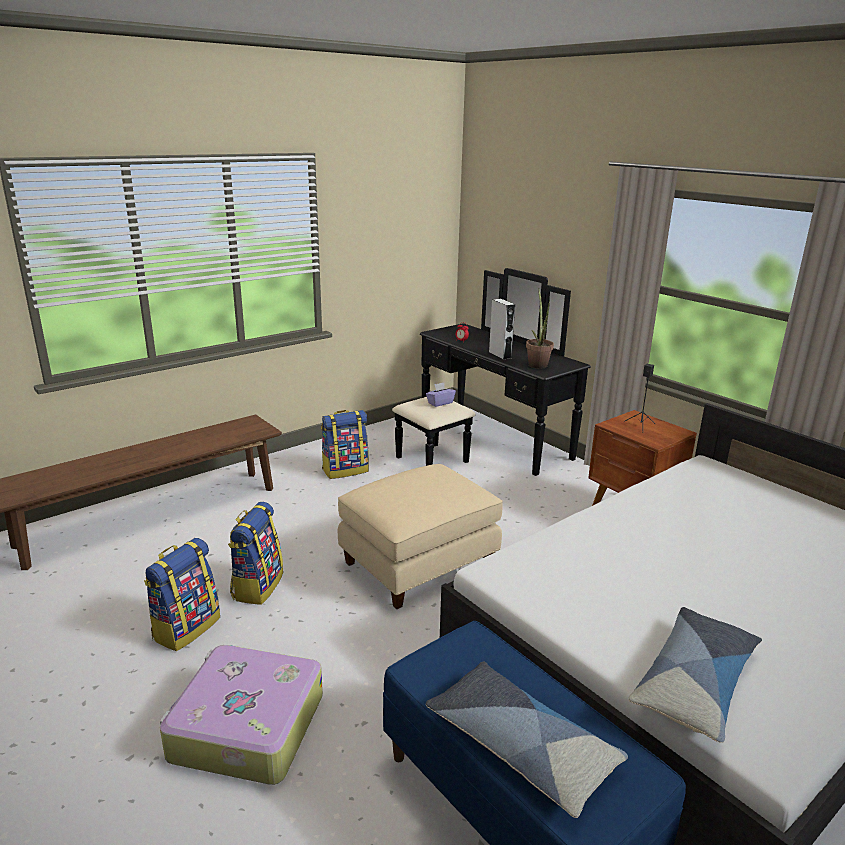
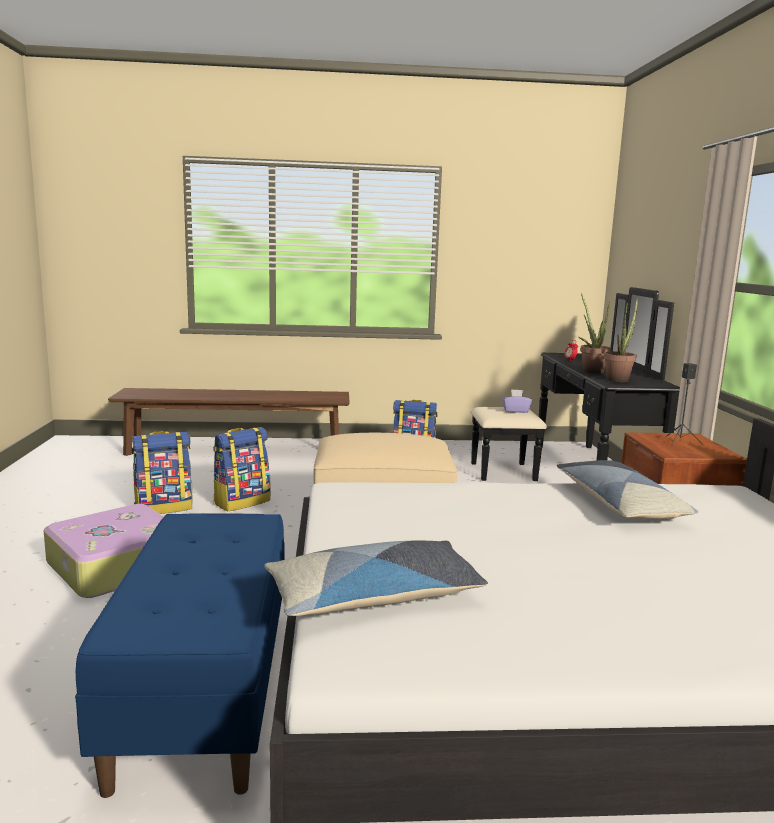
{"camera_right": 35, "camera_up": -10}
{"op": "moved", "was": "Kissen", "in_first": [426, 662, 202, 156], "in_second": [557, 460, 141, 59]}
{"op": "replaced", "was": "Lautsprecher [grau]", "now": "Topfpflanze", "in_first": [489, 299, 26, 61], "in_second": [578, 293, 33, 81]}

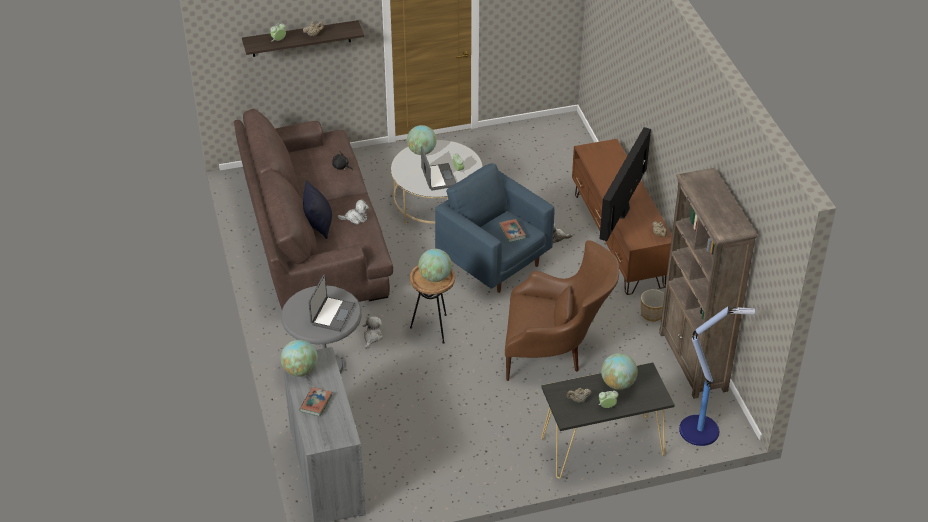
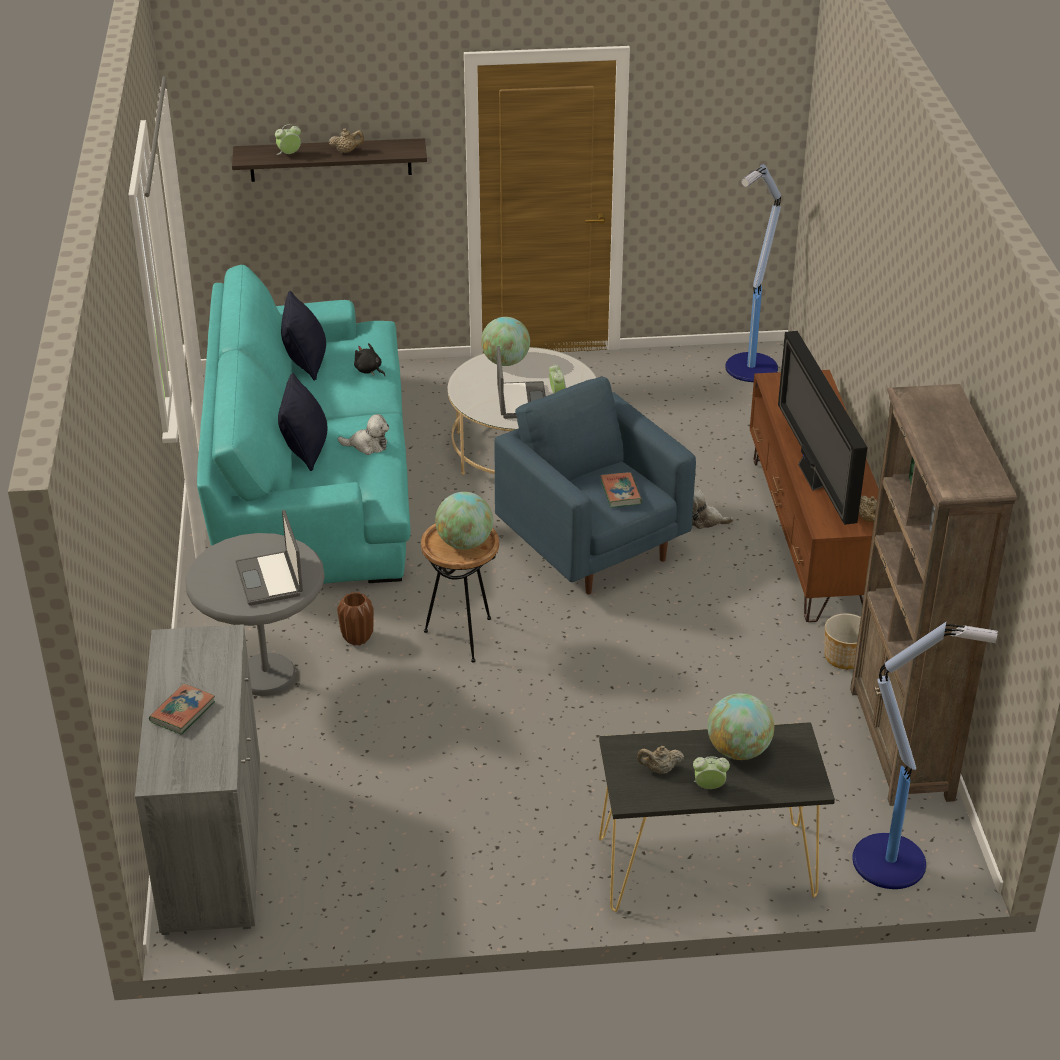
{"camera_right": 10, "camera_up": -5}
{"op": "removed", "was": "Globus", "in_first": [281, 340, 37, 37]}
{"op": "removed", "was": "Sessel [braun]", "in_first": [505, 240, 114, 141]}
{"op": "added", "now": "Kissen [schwarz]", "in_second": [281, 291, 45, 90]}
{"op": "added", "now": "Stehlampe", "in_second": [725, 164, 56, 218]}
{"op": "replaced", "was": "Plüschtier", "now": "Vase [braun]", "in_first": [363, 316, 20, 33], "in_second": [337, 592, 37, 54]}
{"op": "recoloured", "was": "Sofa [braun]", "now": "Sofa [türkis]", "in_first": [234, 108, 159, 201], "in_second": [197, 265, 214, 319]}
{"op": "turned", "was": "Laptop", "in_first": [308, 275, 47, 57], "in_second": [235, 510, 68, 96], "clockwise": 135}
{"op": "turned", "was": "Fernseher", "in_first": [600, 127, 51, 114], "in_second": [778, 331, 89, 194], "clockwise": -45}

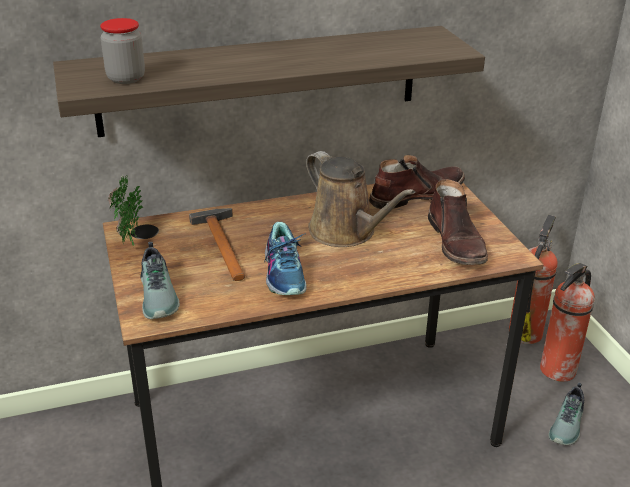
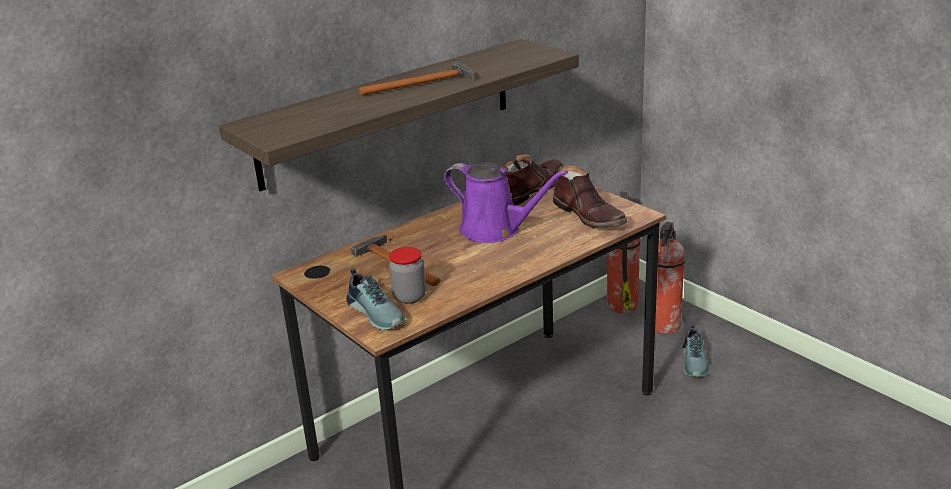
{"camera_right": -20, "camera_up": -5}
{"op": "removed", "was": "Topfpflanze", "in_first": [108, 176, 35, 69]}
{"op": "removed", "was": "Schuh", "in_first": [264, 222, 43, 73]}
{"op": "added", "now": "Hammer", "in_second": [358, 62, 116, 34]}
{"op": "moved", "was": "Vorratsglas", "in_first": [100, 18, 45, 66], "in_second": [389, 247, 37, 57]}
{"op": "recoloured", "was": "Gießkanne [braun]", "now": "Gießkanne [lila]", "in_first": [306, 151, 109, 96], "in_second": [444, 162, 124, 81]}

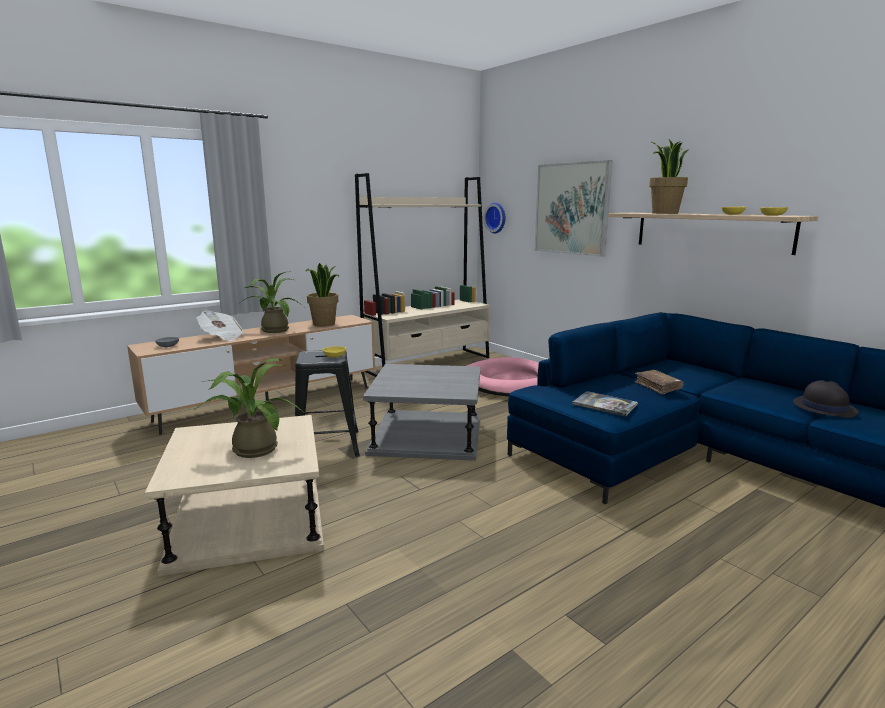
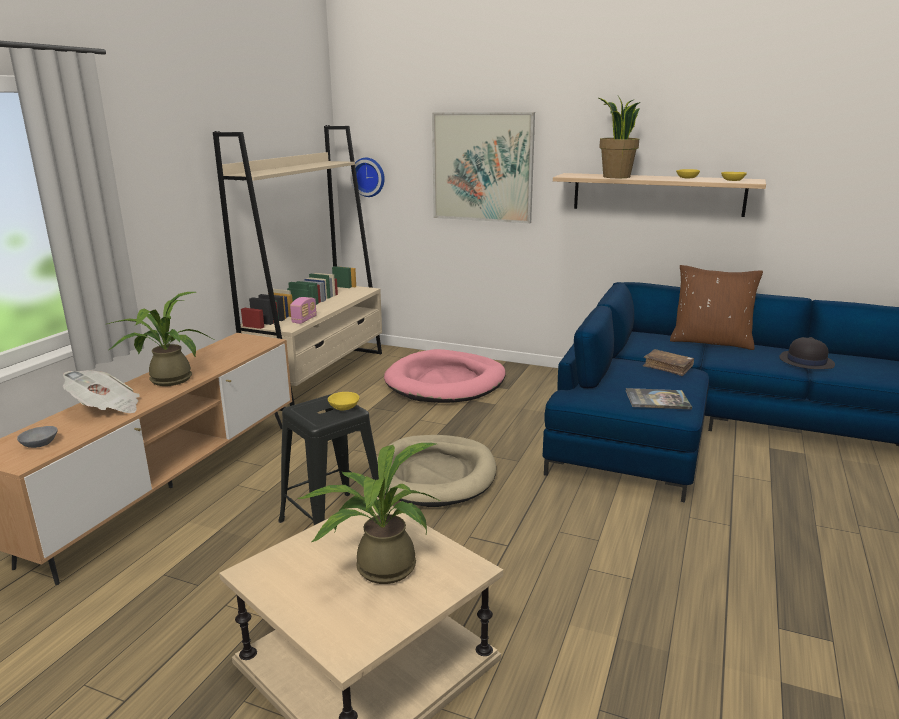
{"camera_right": -30, "camera_up": 5}
{"op": "removed", "was": "Topfpflanze", "in_first": [305, 263, 35, 64]}
{"op": "added", "now": "Radio", "in_second": [290, 297, 27, 27]}
{"op": "added", "now": "Kissen [braun]", "in_second": [670, 265, 93, 85]}
{"op": "replaced", "was": "Beistelltisch [grau]", "now": "Hundebett [beige]", "in_first": [363, 364, 118, 97], "in_second": [371, 435, 125, 72]}

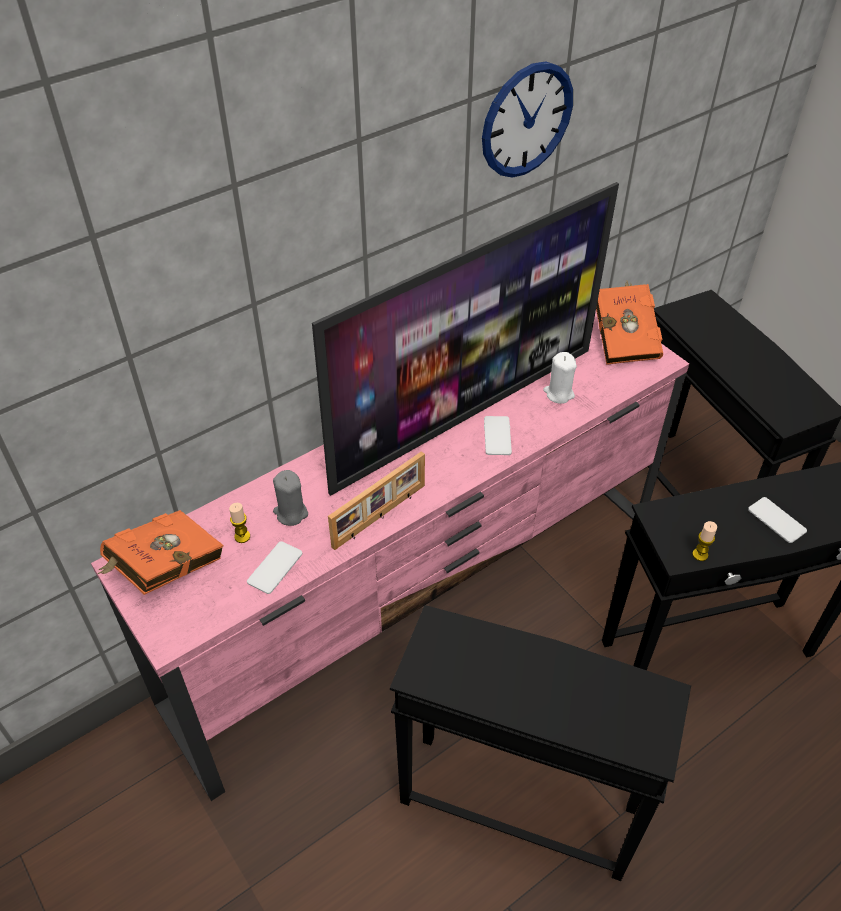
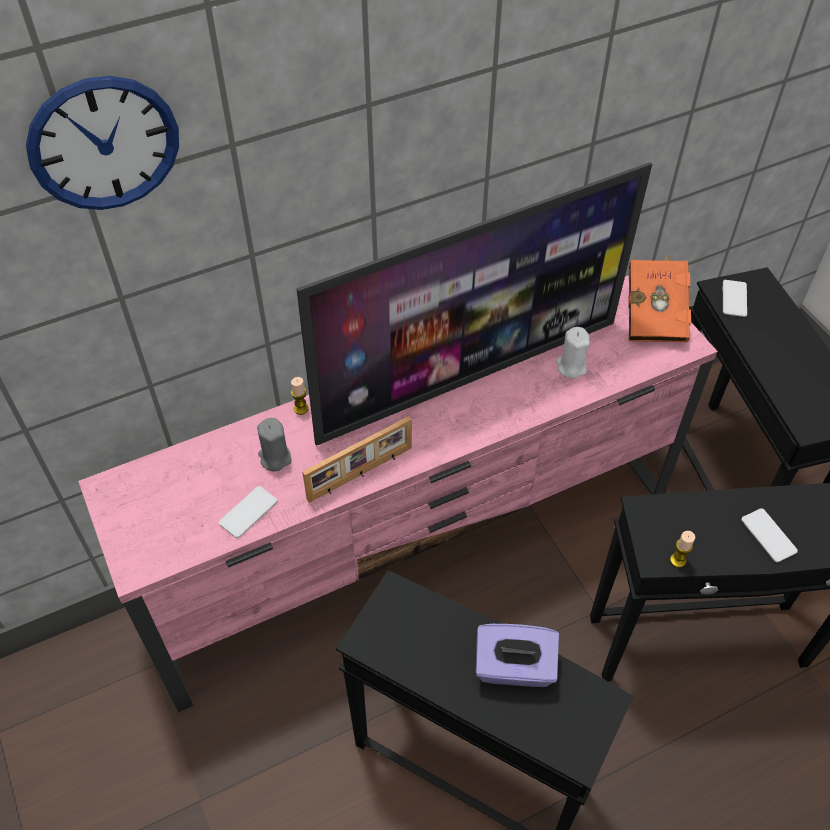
{"camera_right": 10, "camera_up": 5}
{"op": "removed", "was": "Buch [orange]", "in_first": [98, 510, 126, 85]}
{"op": "added", "now": "Taschentuchbox [lila]", "in_second": [476, 624, 83, 63]}
{"op": "moved", "was": "Kerze", "in_first": [229, 503, 21, 40], "in_second": [291, 377, 18, 38]}
{"op": "moved", "was": "Wanduhr", "in_first": [482, 61, 91, 117], "in_second": [26, 76, 153, 134]}
{"op": "moved", "was": "Handy", "in_first": [484, 416, 28, 39], "in_second": [723, 280, 24, 37]}

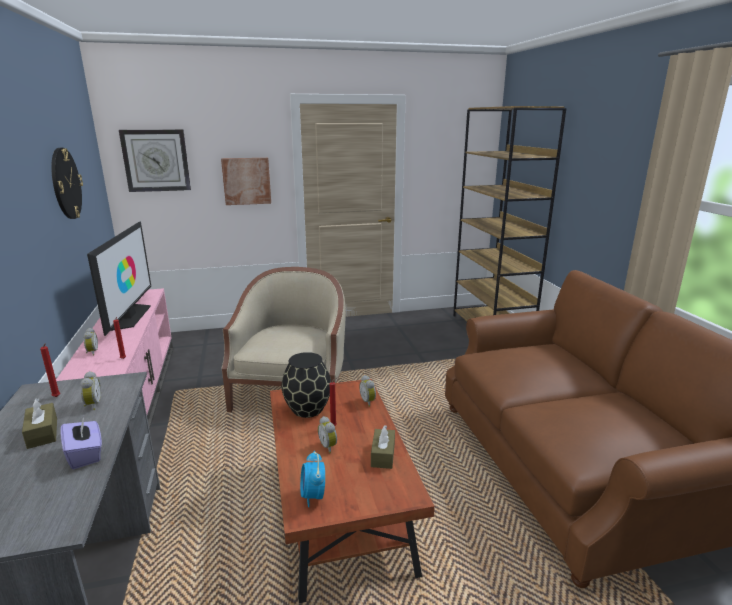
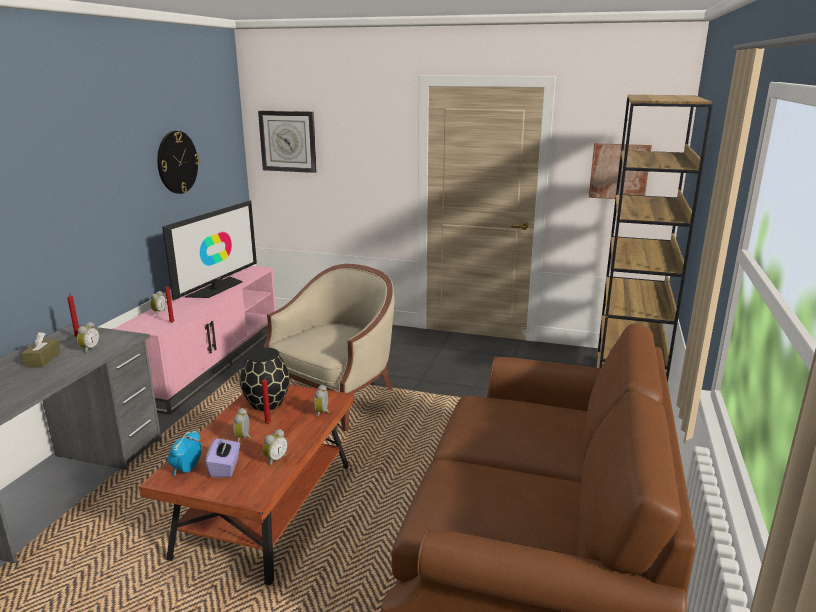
{"camera_right": 30, "camera_up": 0}
{"op": "moved", "was": "Taschentuchbox [lila]", "in_first": [61, 416, 41, 53], "in_second": [205, 437, 35, 41]}
{"op": "moved", "was": "Bild", "in_first": [221, 158, 50, 47], "in_second": [589, 143, 63, 56]}
{"op": "replaced", "was": "Taschentuchbox [braun]", "now": "Wecker", "in_first": [371, 425, 24, 44], "in_second": [263, 429, 25, 37]}

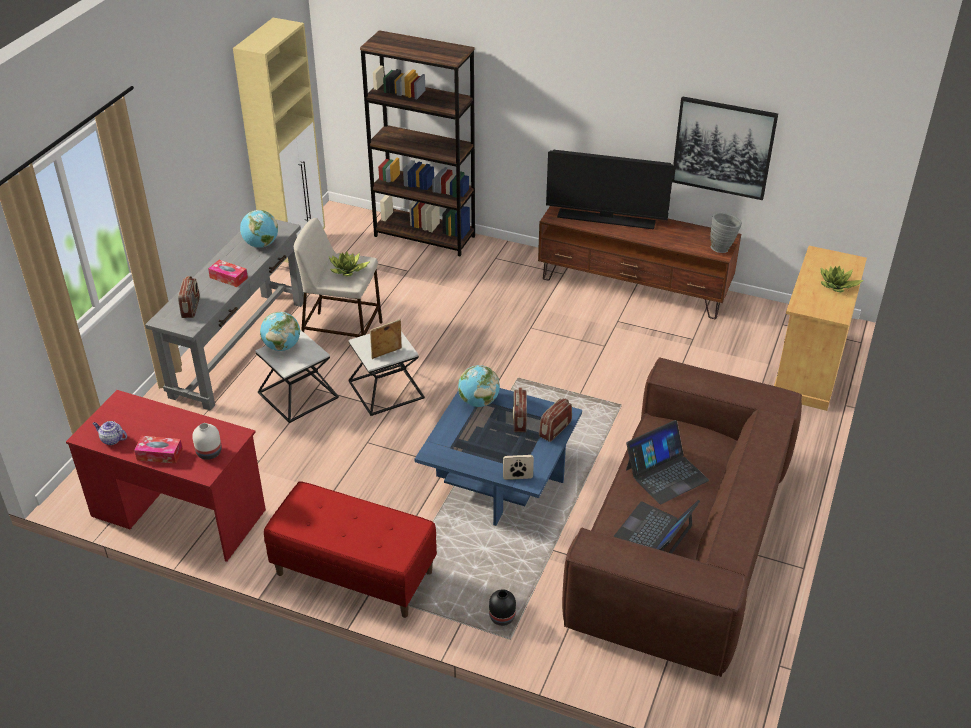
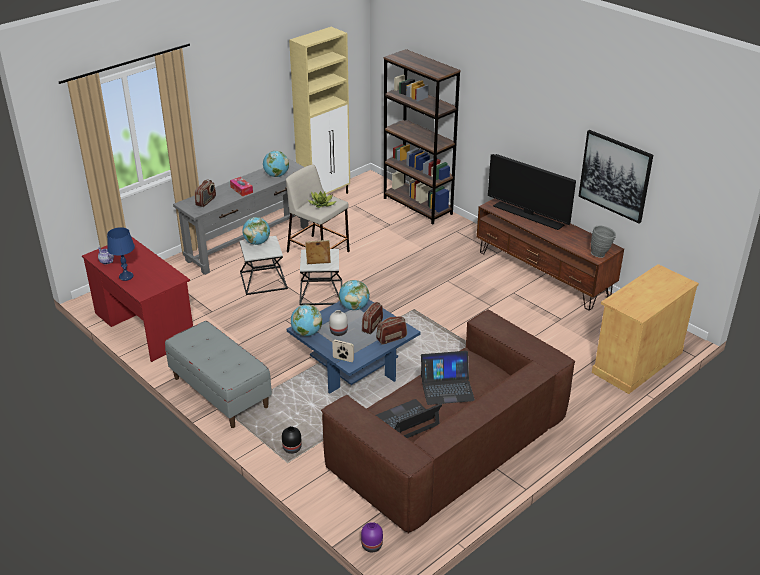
{"camera_right": 25, "camera_up": -5}
{"op": "removed", "was": "Topfpflanze", "in_first": [820, 265, 43, 27]}
{"op": "added", "now": "Globus", "in_second": [291, 304, 31, 32]}
{"op": "added", "now": "Vase [lila]", "in_second": [361, 522, 22, 30]}
{"op": "moved", "was": "Vase [weiß]", "in_first": [192, 423, 30, 37], "in_second": [329, 310, 19, 26]}
{"op": "replaced", "was": "Taschentuchbox", "now": "Tischlampe [blau]", "in_first": [134, 436, 49, 28], "in_second": [107, 227, 28, 54]}
{"op": "recoloured", "was": "Bank [rot]", "now": "Bank [grau]", "in_first": [264, 481, 173, 137], "in_second": [165, 321, 107, 107]}

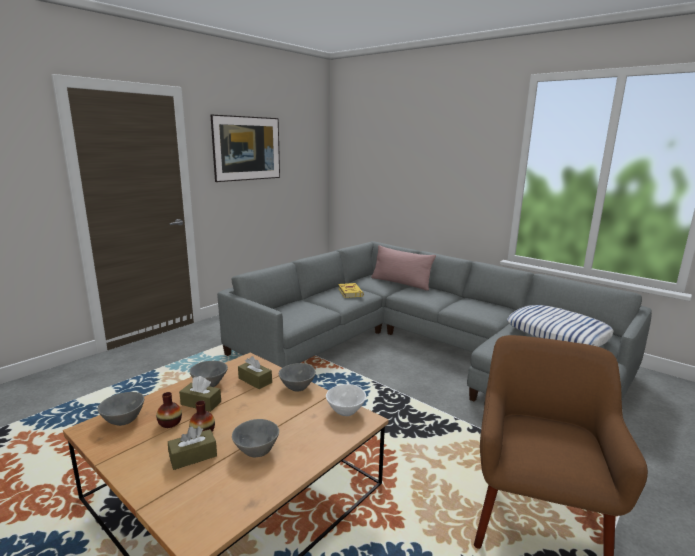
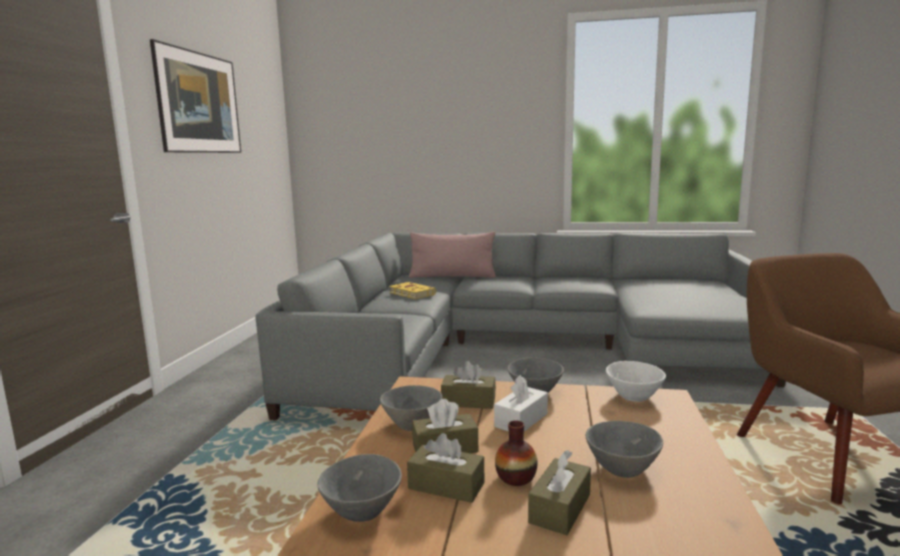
{"camera_right": -30, "camera_up": -5}
{"op": "removed", "was": "Kissen", "in_first": [507, 305, 107, 42]}
{"op": "added", "now": "Taschentuchbox [weiß]", "in_second": [494, 375, 54, 56]}
{"op": "replaced", "was": "Vase", "now": "Taschentuchbox [braun]", "in_first": [156, 392, 26, 36], "in_second": [407, 433, 77, 70]}

